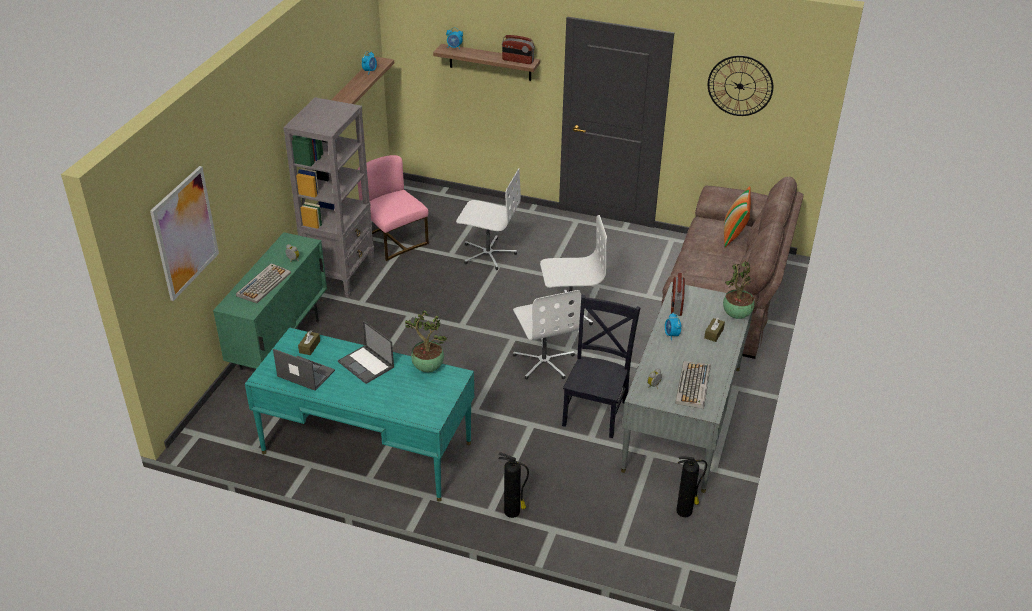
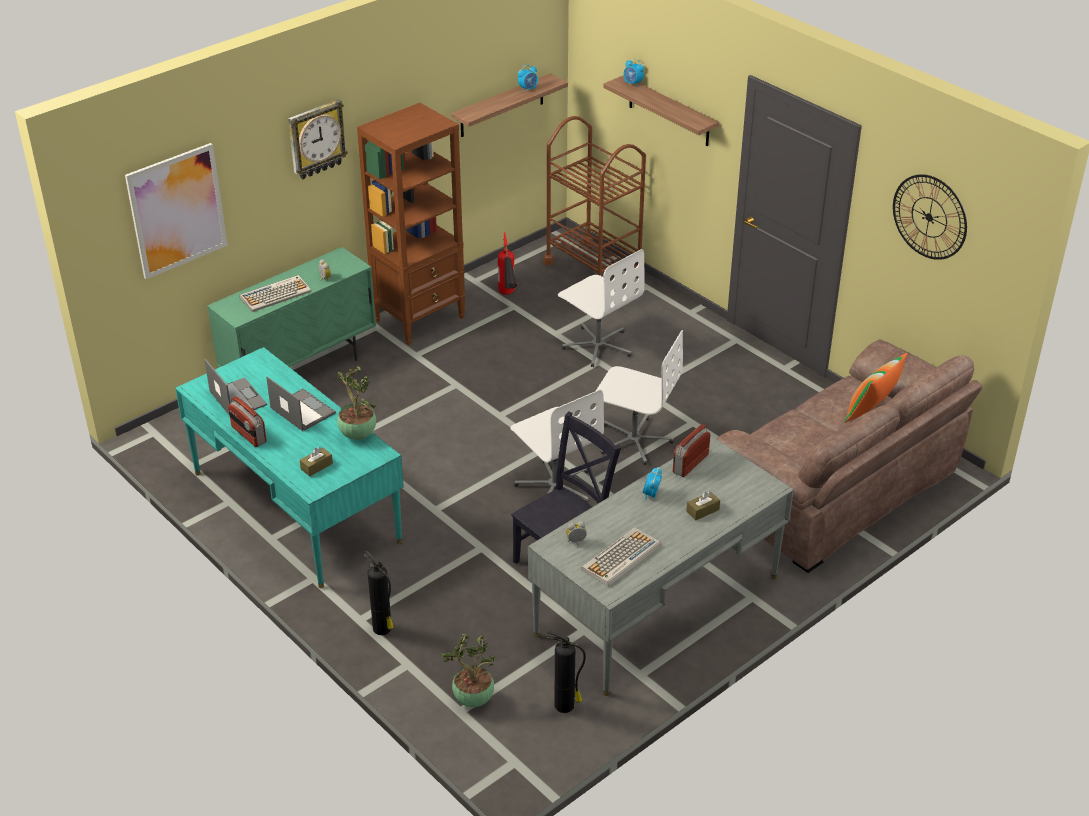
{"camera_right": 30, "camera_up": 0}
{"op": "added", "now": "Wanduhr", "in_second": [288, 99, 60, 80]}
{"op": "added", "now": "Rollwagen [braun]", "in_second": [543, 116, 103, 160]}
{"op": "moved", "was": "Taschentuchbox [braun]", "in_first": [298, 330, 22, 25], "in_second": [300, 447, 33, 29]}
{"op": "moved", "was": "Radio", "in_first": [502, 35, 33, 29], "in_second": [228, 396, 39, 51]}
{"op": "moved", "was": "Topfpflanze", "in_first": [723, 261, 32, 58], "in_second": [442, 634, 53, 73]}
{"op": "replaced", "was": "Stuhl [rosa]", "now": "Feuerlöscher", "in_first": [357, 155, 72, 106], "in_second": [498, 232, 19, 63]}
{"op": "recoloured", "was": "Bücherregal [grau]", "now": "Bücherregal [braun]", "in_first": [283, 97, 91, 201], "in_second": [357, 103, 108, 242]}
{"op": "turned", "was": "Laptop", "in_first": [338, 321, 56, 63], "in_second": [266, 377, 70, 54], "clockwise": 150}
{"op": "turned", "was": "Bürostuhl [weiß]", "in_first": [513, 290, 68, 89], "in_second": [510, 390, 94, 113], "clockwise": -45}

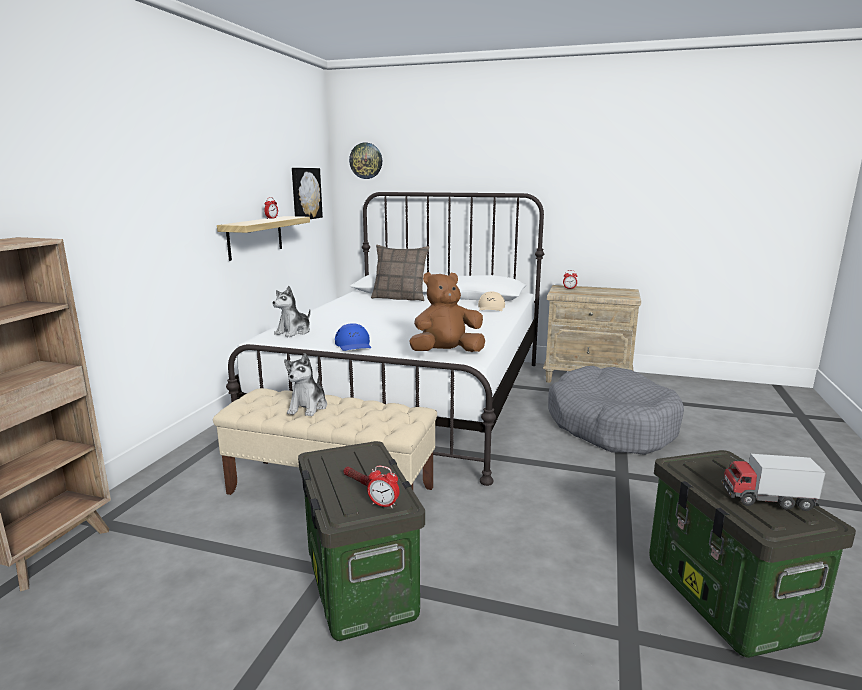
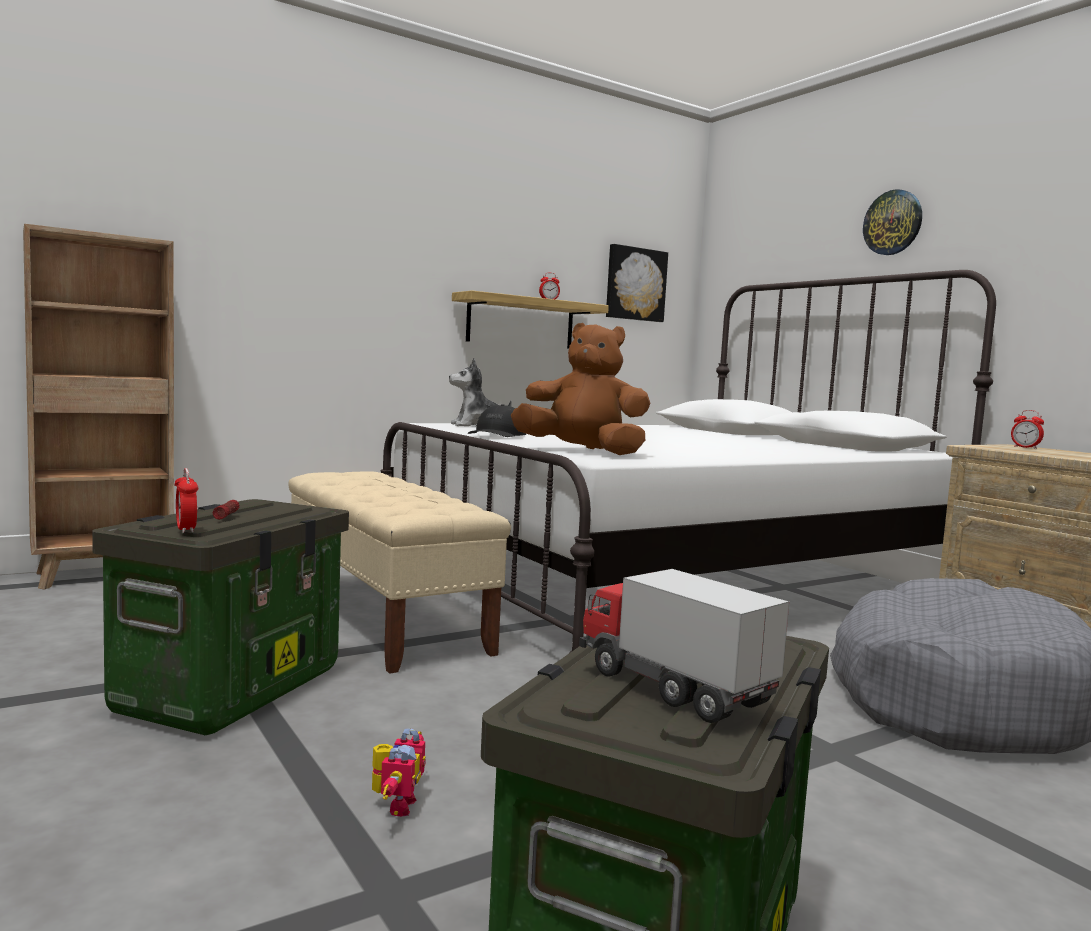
{"camera_right": 40, "camera_up": -10}
{"op": "removed", "was": "Plüschtier", "in_first": [284, 353, 43, 63]}
{"op": "removed", "was": "Kissen", "in_first": [371, 245, 58, 56]}
{"op": "removed", "was": "Kappe [beige]", "in_first": [478, 291, 27, 20]}
{"op": "added", "now": "Spielzeugroboter", "in_second": [372, 728, 54, 89]}
{"op": "moved", "was": "Wanduhr", "in_first": [349, 143, 33, 36], "in_second": [863, 189, 59, 66]}
{"op": "recoloured", "was": "Kappe [blau]", "now": "Kappe [schwarz]", "in_first": [335, 323, 36, 28], "in_second": [468, 404, 58, 33]}

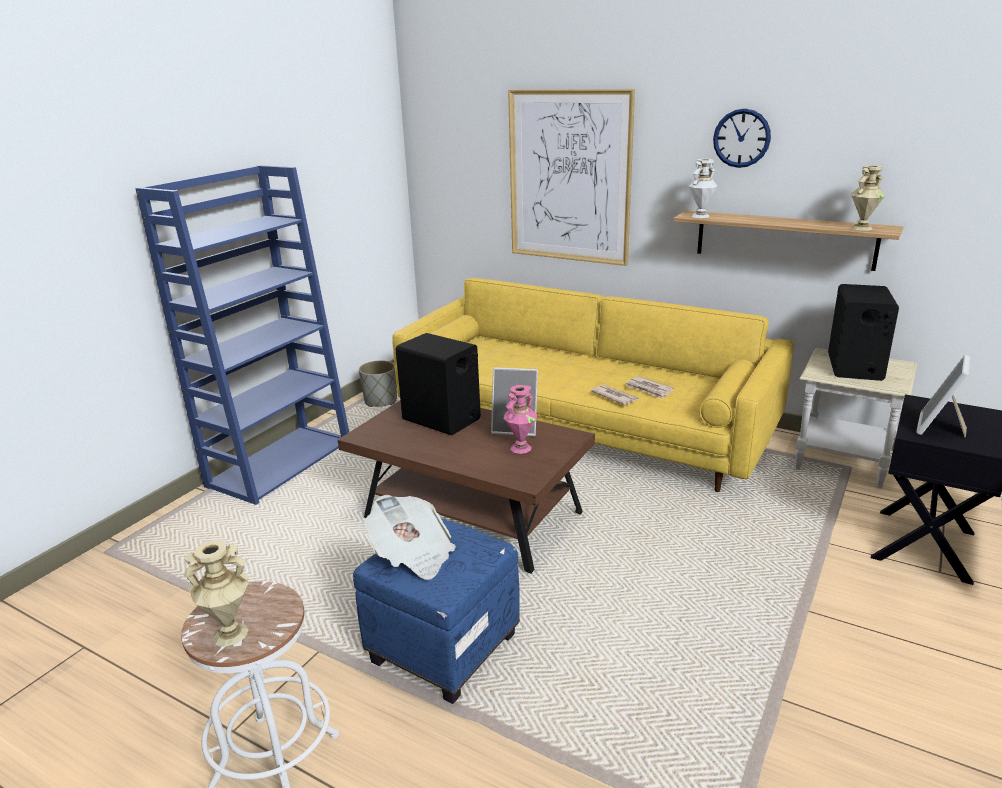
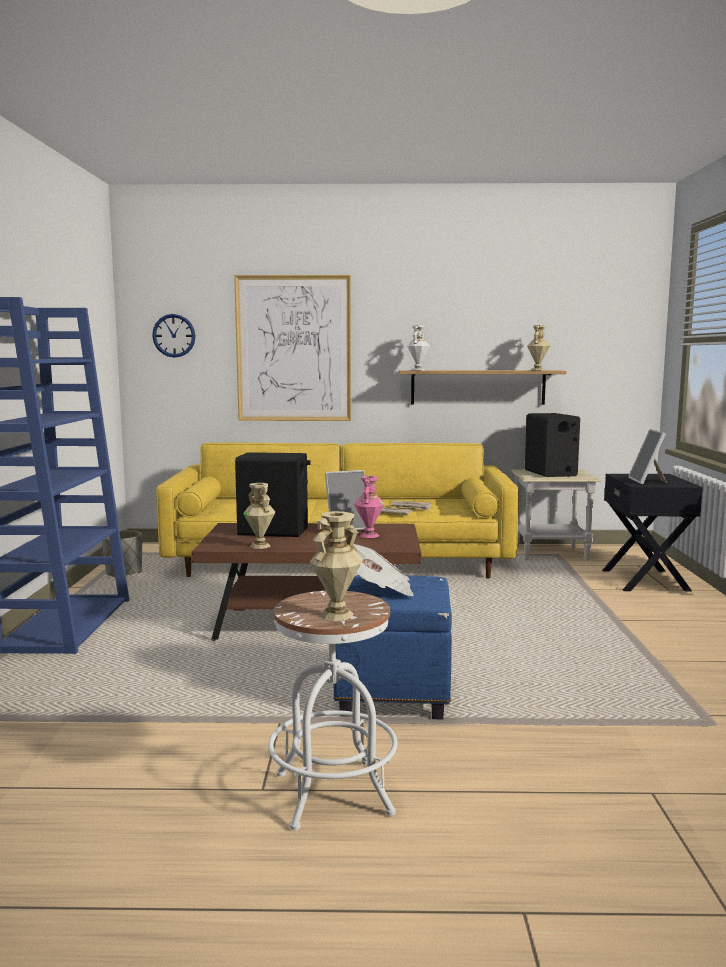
{"camera_right": -30, "camera_up": -15}
{"op": "added", "now": "Vase [beige]", "in_second": [243, 483, 33, 66]}
{"op": "moved", "was": "Wanduhr", "in_first": [713, 109, 58, 59], "in_second": [152, 314, 43, 44]}

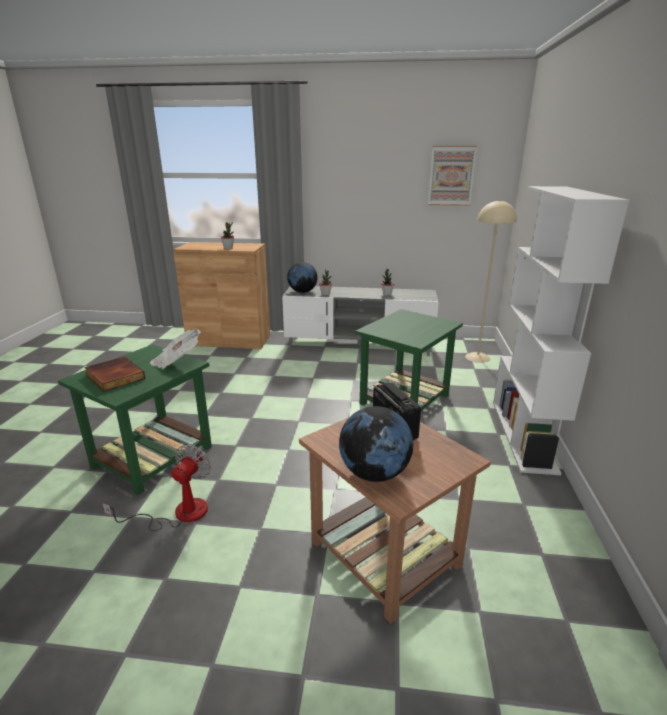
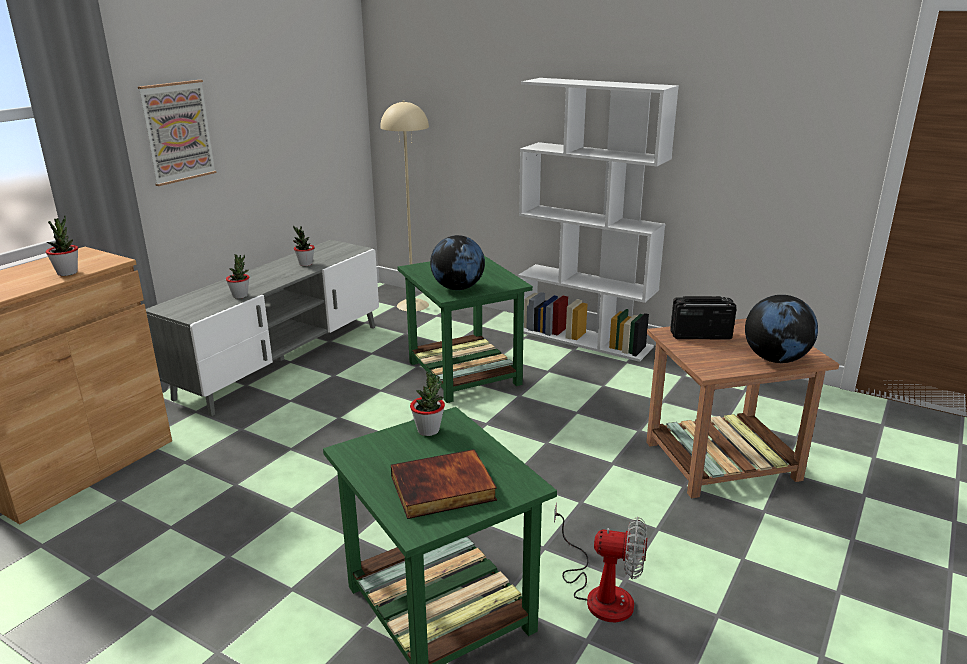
{"camera_right": -65, "camera_up": 0}
{"op": "moved", "was": "Globus", "in_first": [287, 262, 31, 31], "in_second": [430, 235, 55, 55]}
{"op": "moved", "was": "Bild", "in_first": [428, 146, 49, 60], "in_second": [138, 80, 78, 106]}
{"op": "replaced", "was": "Zeitung", "now": "Topfpflanze", "in_first": [150, 329, 51, 40], "in_second": [410, 371, 35, 65]}
{"op": "turned", "was": "Ventilator", "in_first": [102, 444, 109, 87], "in_second": [554, 503, 93, 119], "clockwise": 150}

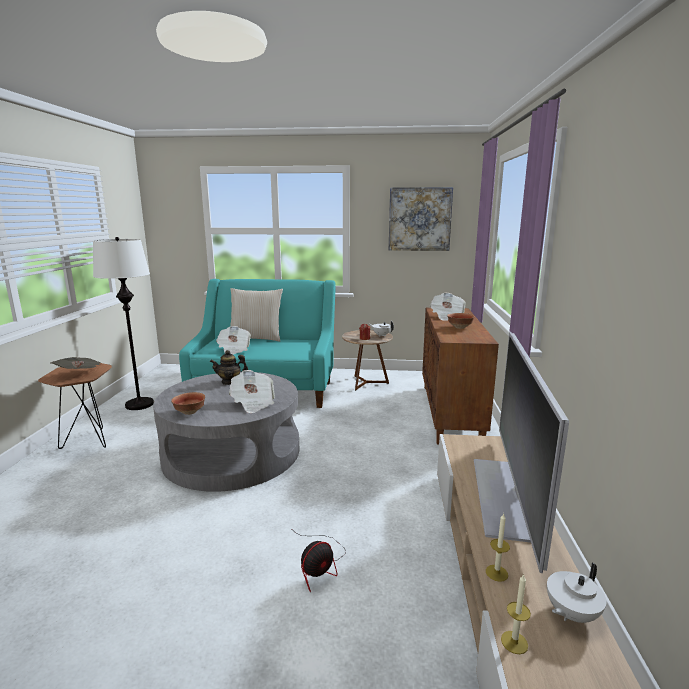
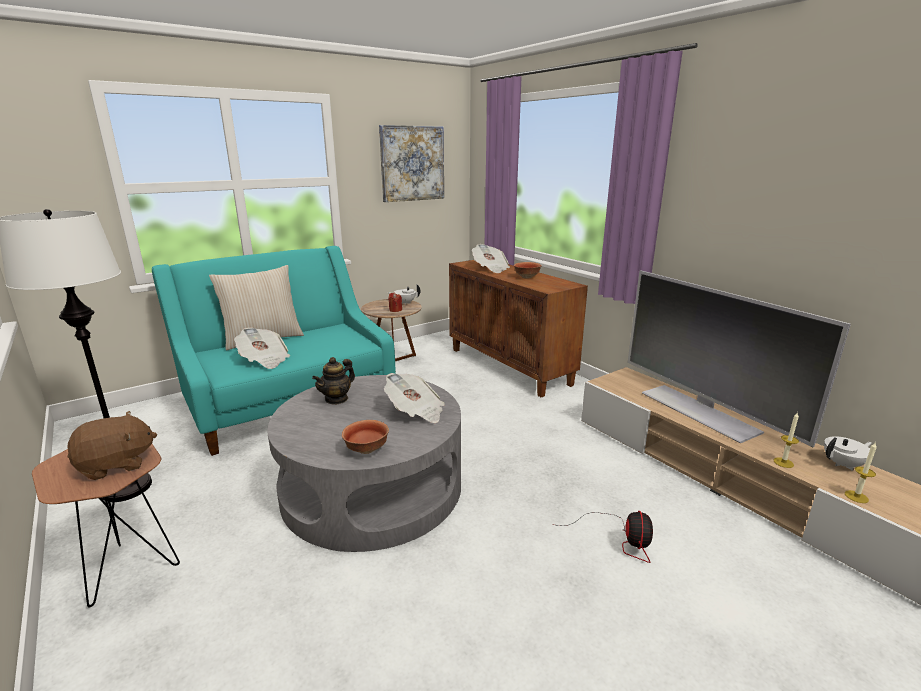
{"camera_right": -40, "camera_up": 5}
{"op": "replaced", "was": "Zeitung", "now": "Plüschtier [braun]", "in_first": [51, 357, 50, 12], "in_second": [67, 411, 90, 69]}
{"op": "turned", "was": "Teekanne [weiß]", "in_first": [547, 563, 60, 60], "in_second": [824, 436, 48, 35], "clockwise": -120}

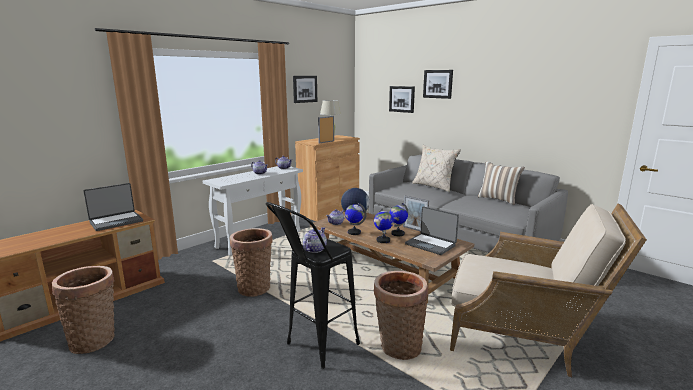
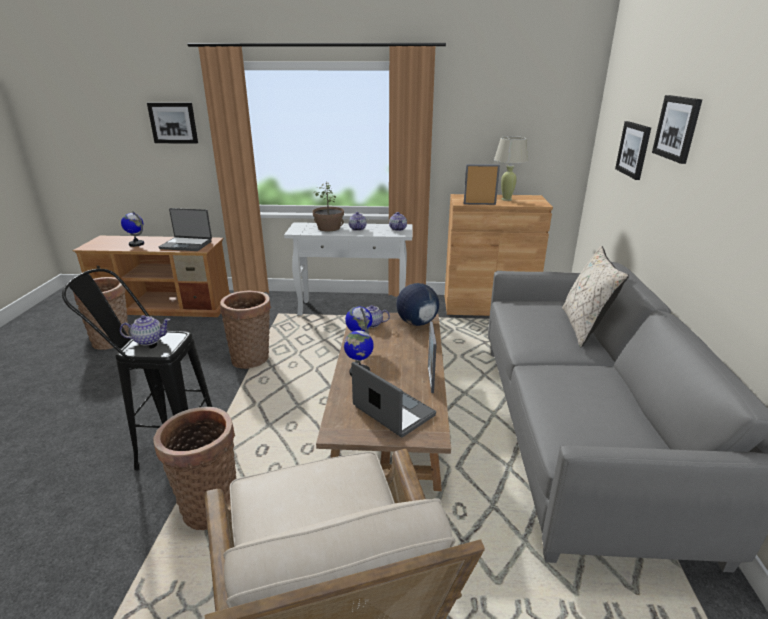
{"camera_right": 50, "camera_up": 10}
{"op": "removed", "was": "Kissen", "in_first": [478, 161, 47, 44]}
{"op": "added", "now": "Topfpflanze", "in_second": [313, 182, 31, 49]}
{"op": "moved", "was": "Bild", "in_first": [293, 76, 24, 27], "in_second": [147, 102, 51, 42]}
{"op": "moved", "was": "Globus", "in_first": [389, 203, 19, 33], "in_second": [121, 212, 23, 35]}
{"op": "turned", "was": "Laptop", "in_first": [405, 206, 54, 49], "in_second": [351, 362, 85, 75], "clockwise": 135}

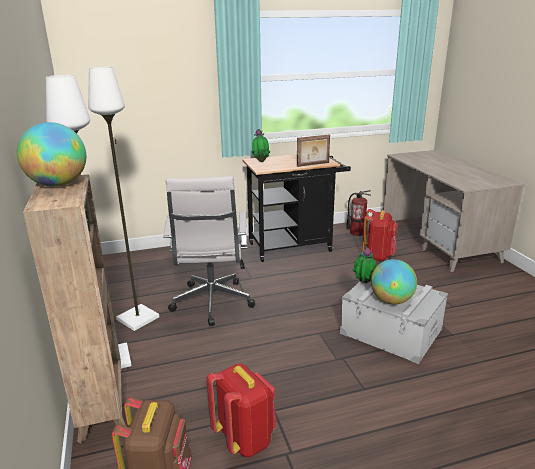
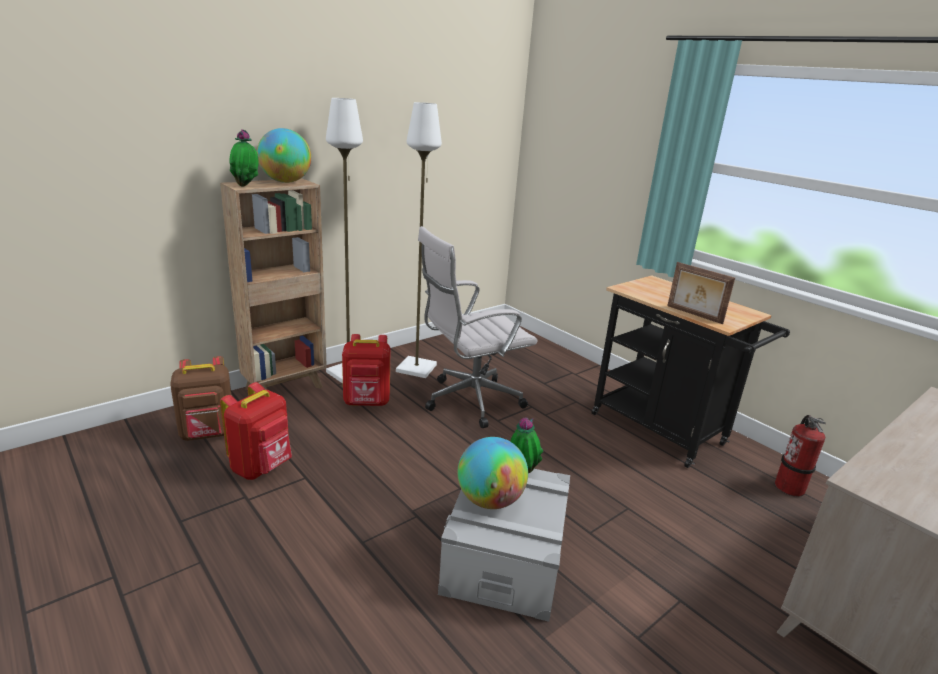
{"camera_right": 65, "camera_up": 0}
{"op": "moved", "was": "Topfpflanze", "in_first": [252, 129, 18, 33], "in_second": [230, 129, 29, 58]}
{"op": "moved", "was": "Rucksack [rot]", "in_first": [362, 209, 35, 52], "in_second": [342, 334, 48, 72]}

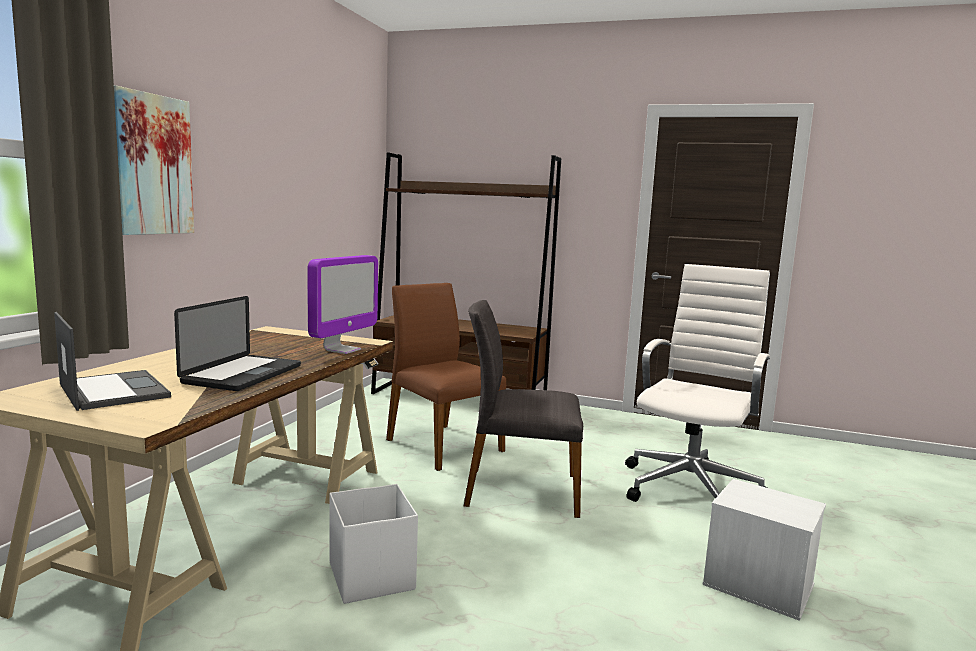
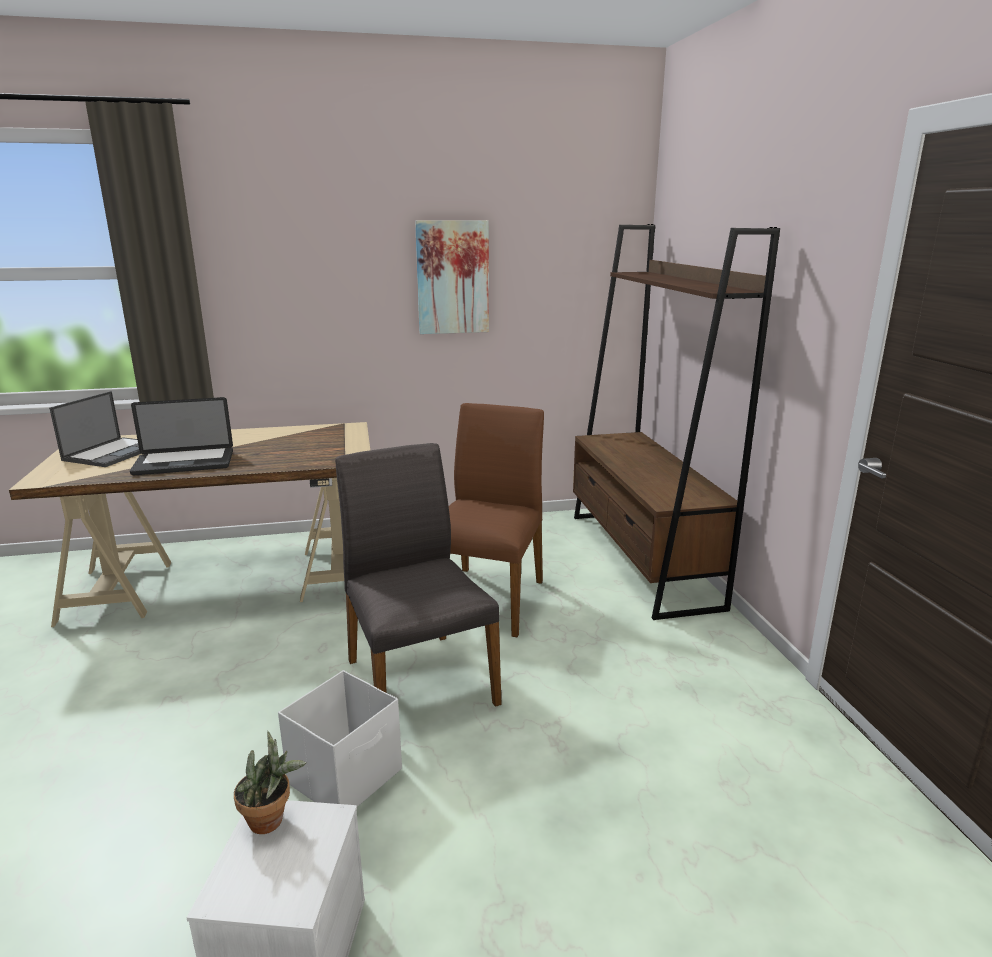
{"camera_right": 60, "camera_up": 10}
{"op": "removed", "was": "Monitor", "in_first": [307, 255, 71, 99]}
{"op": "removed", "was": "Bürostuhl [weiß]", "in_first": [625, 264, 145, 238]}
{"op": "added", "now": "Topfpflanze", "in_second": [234, 731, 72, 103]}
{"op": "moved", "was": "Bild", "in_first": [114, 85, 80, 150], "in_second": [415, 220, 74, 114]}
{"op": "moved", "was": "Aufbewahrungsbox [weiß]", "in_first": [330, 484, 88, 120], "in_second": [278, 670, 124, 137]}

